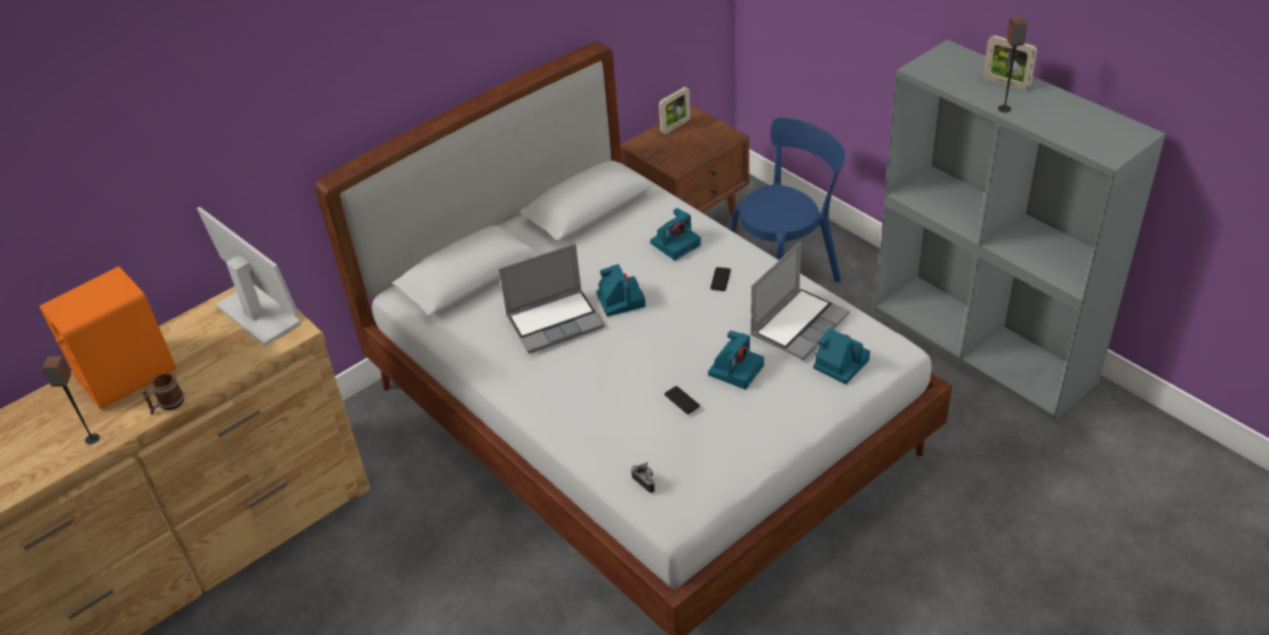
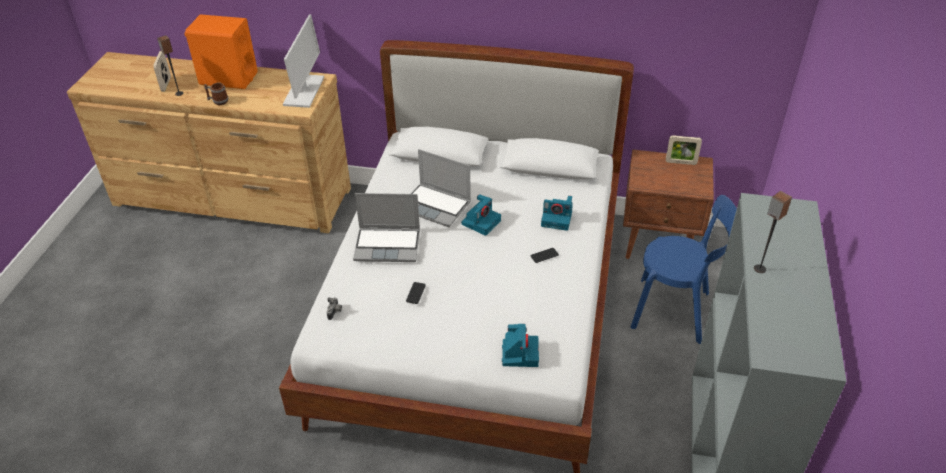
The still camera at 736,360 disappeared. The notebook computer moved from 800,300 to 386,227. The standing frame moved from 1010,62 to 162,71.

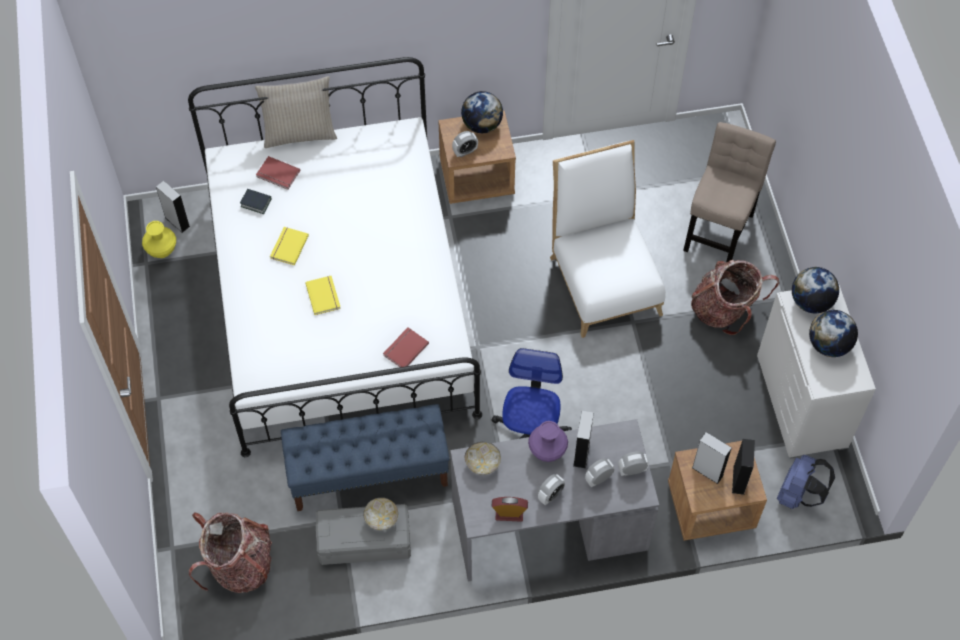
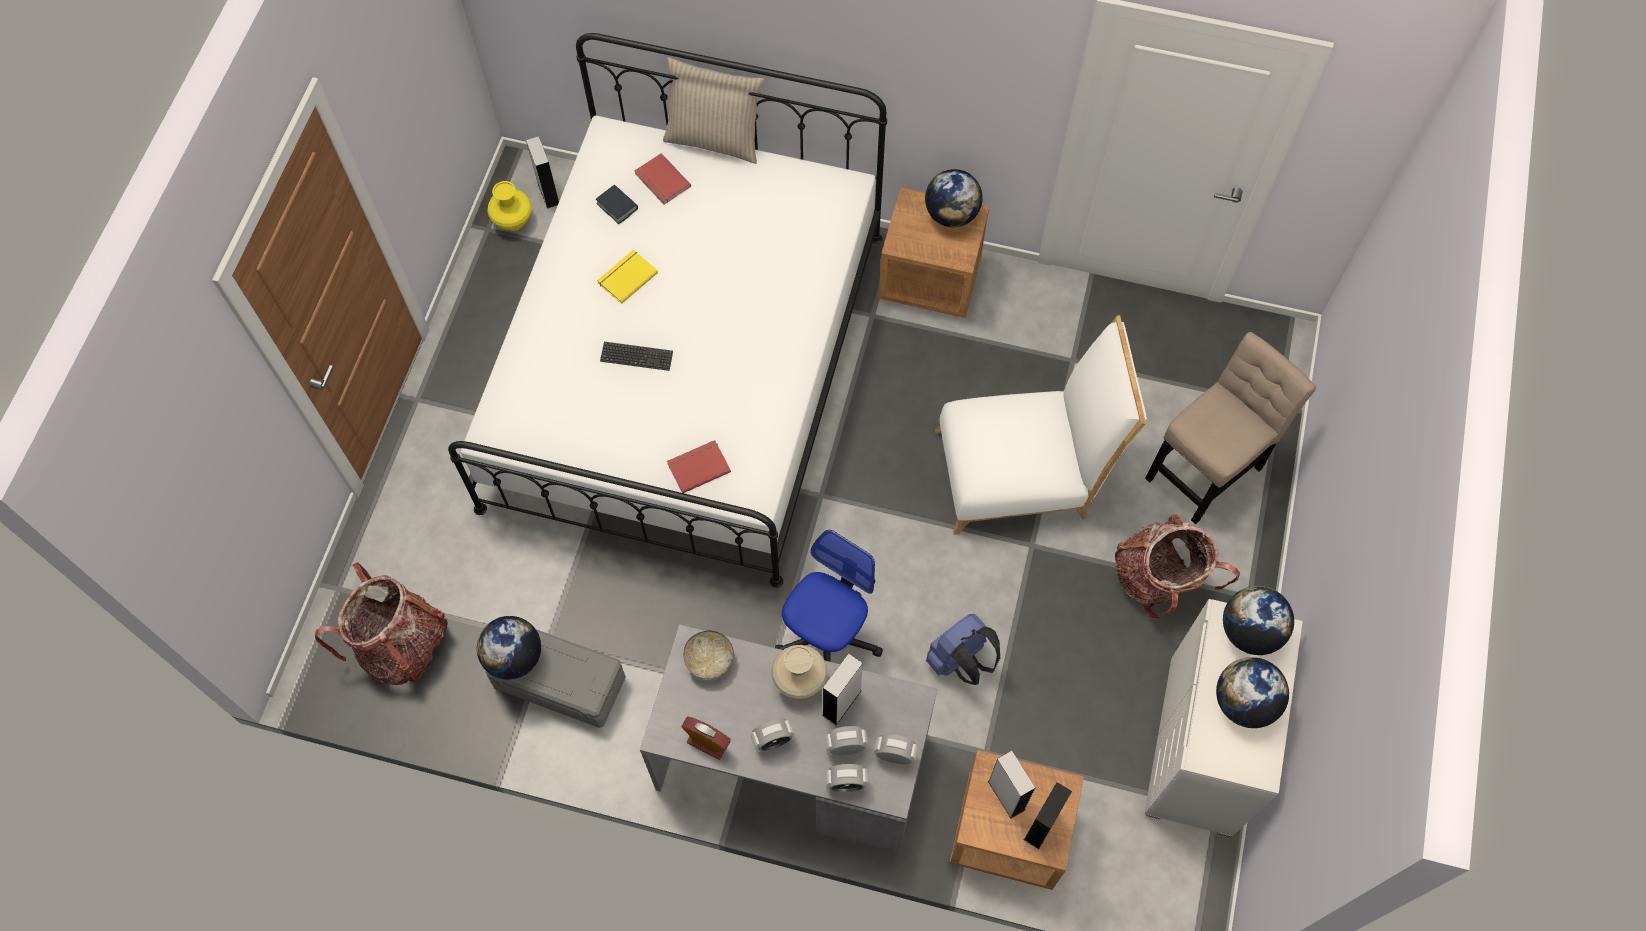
The blue long seat at 365,457 disappeared. The bowl at 380,514 disappeared. The desk globe at 509,648 appeared. The table clock moved from 465,144 to 846,778. The blue knapsack moved from 806,482 to 963,649. The yellow-coloured volume at 323,295 was replaced by the keyboard at 636,356. The purple flower vase at 548,441 became the beige flower vase at 799,672. The white-coloured upright chair at 608,239 turned 75 degrees clockwise.

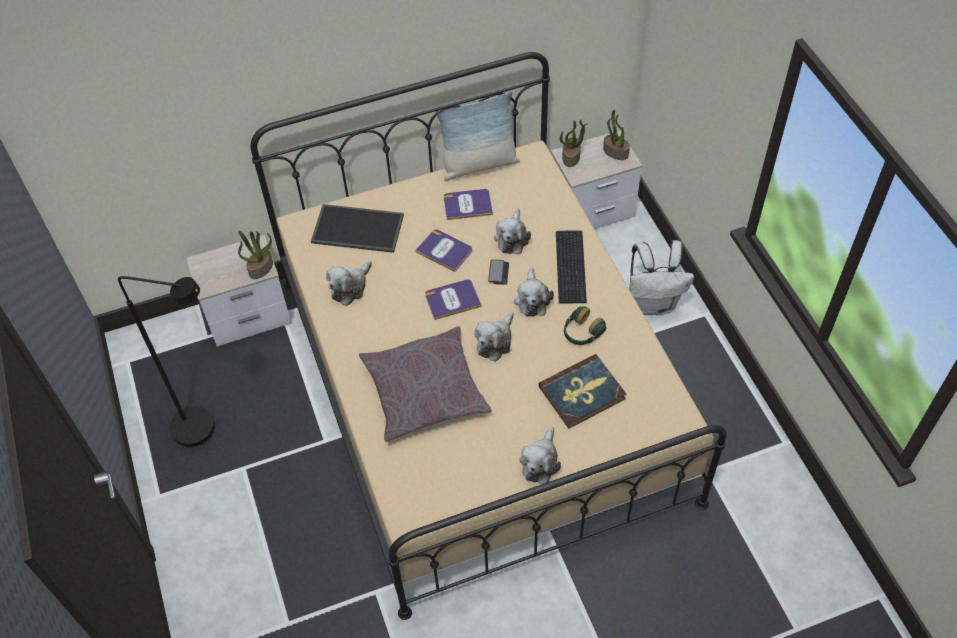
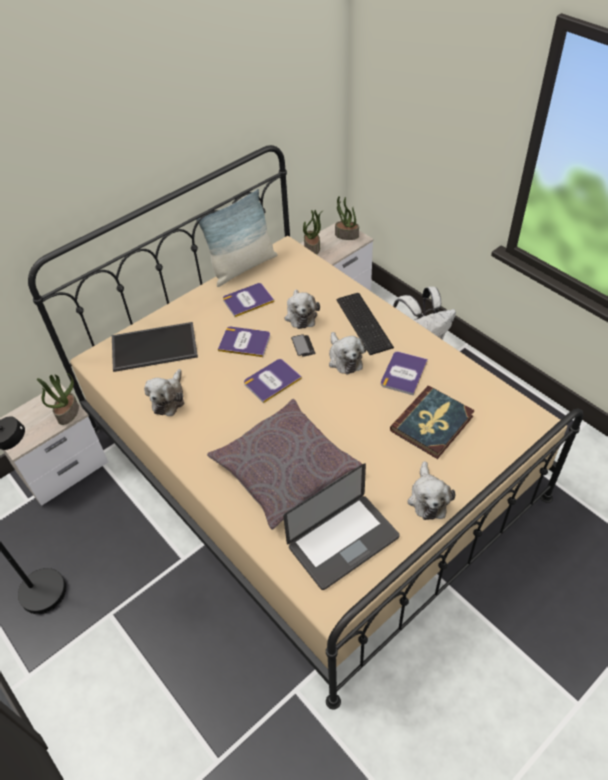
The soft toy at 494,337 disappeared. The notebook computer at 341,526 appeared. The pair of headphones at 585,325 was replaced by the volume at 404,373.

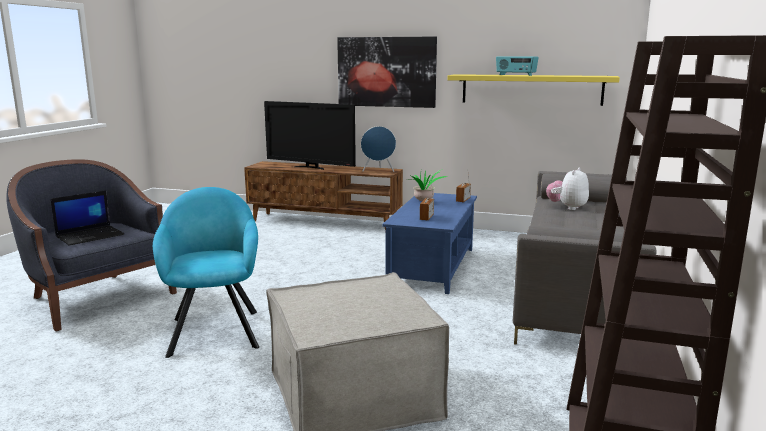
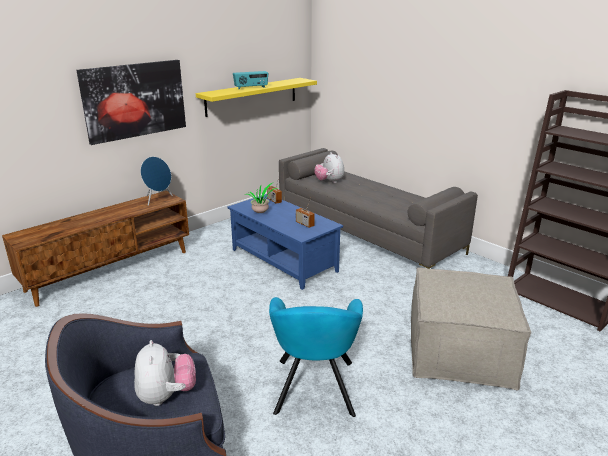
The TV at 310,135 disappeared. The notebook computer at 88,218 was replaced by the soft toy at 165,373. The turquoise lounge chair at 206,272 turned 105 degrees counterclockwise.

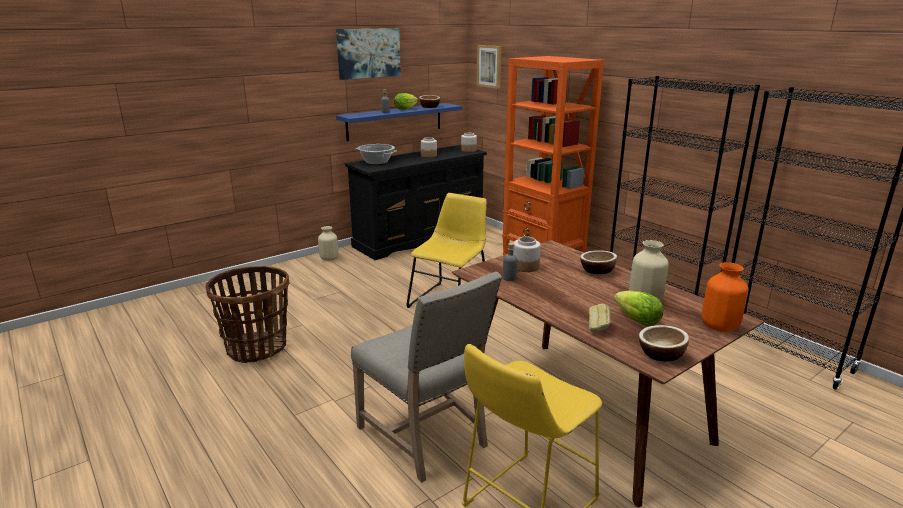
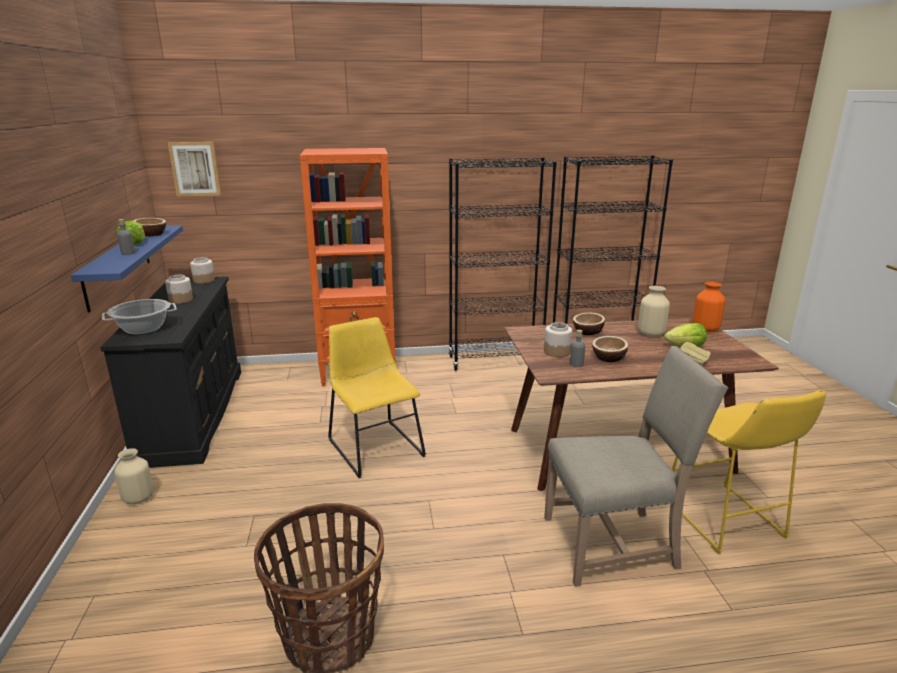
The wall picture at 368,54 disappeared. The bowl moved from 664,343 to 610,349.

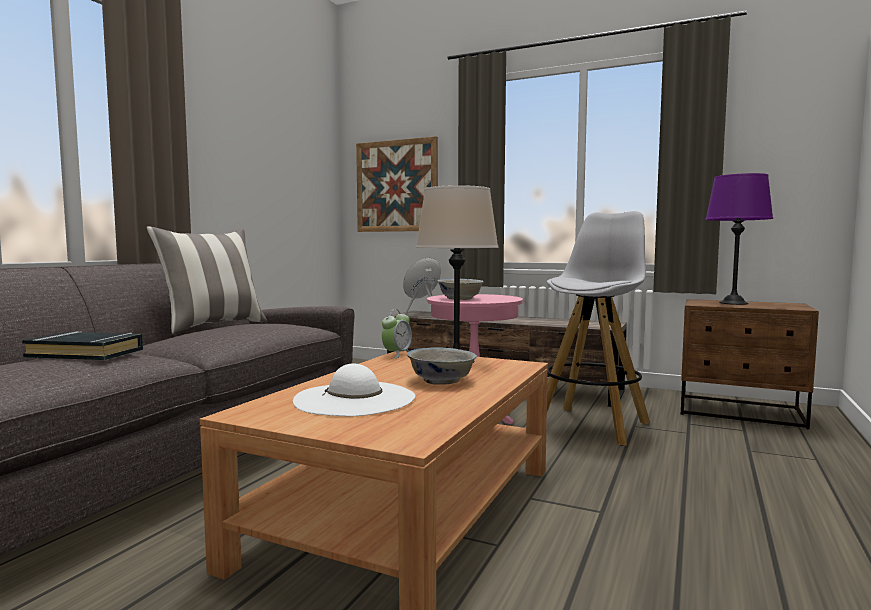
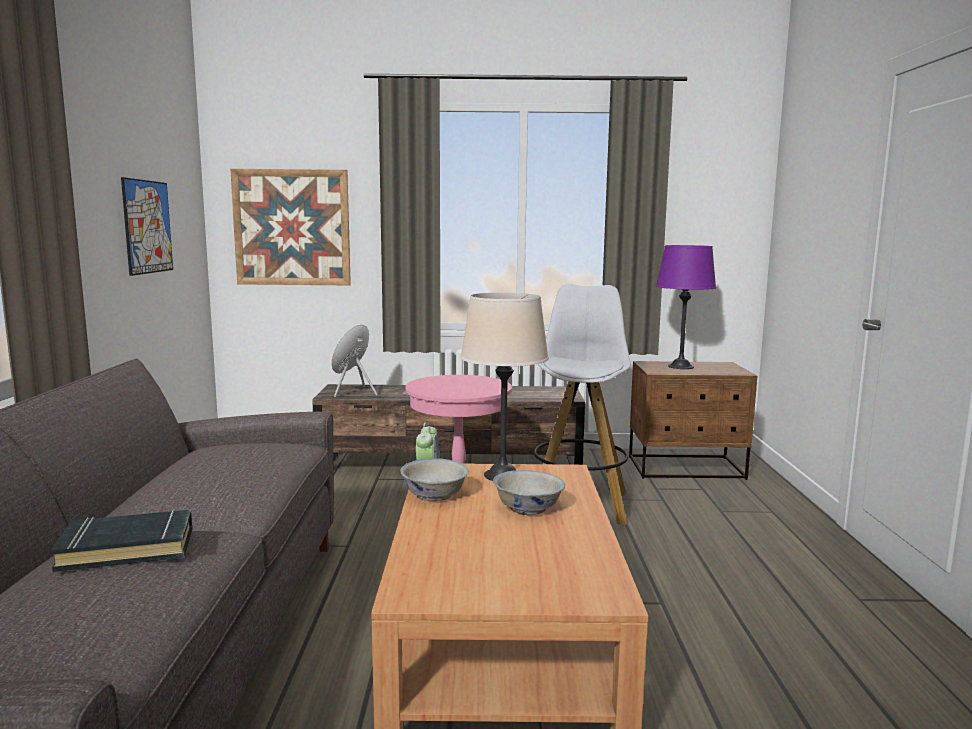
The cushion at 207,279 disappeared. The white-coloured clothing hat at 354,389 disappeared. The wall picture at 147,226 appeared. The white-coloured bowl moved from 460,289 to 434,479.

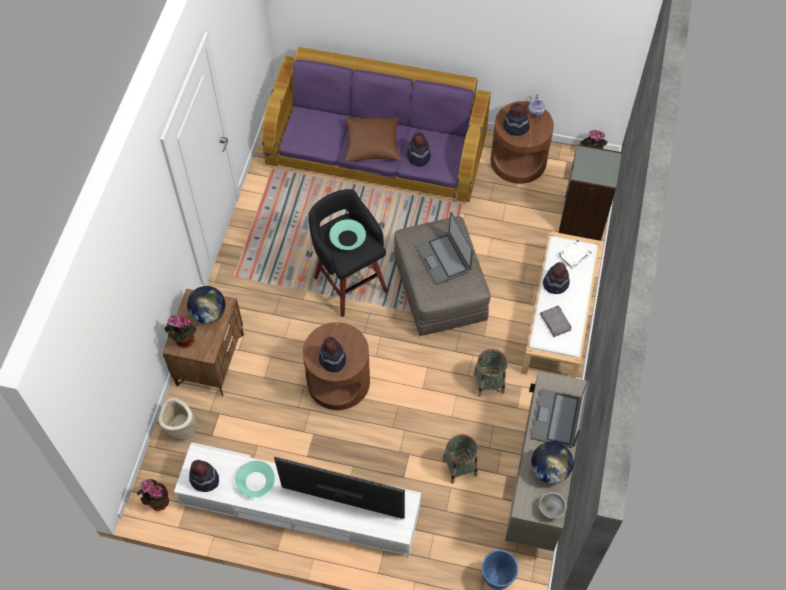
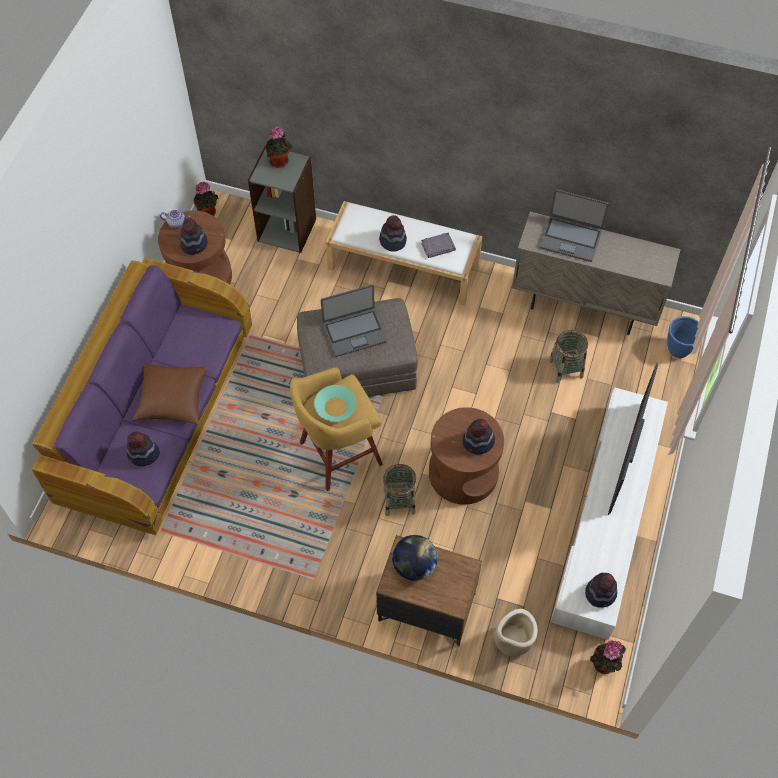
The turquoise bowl at 255,479 disappeared. The desk globe at 552,462 disappeared. The greyish bowl at 552,505 disappeared. The white-coloured volume at 575,254 disappeared. The houseplant moved from 181,331 to 278,147. The clothing hat moved from 419,150 to 143,448. The storage basket moved from 490,373 to 400,490. The black-coloured sitting stool at 348,253 became the yellow-coloured sitting stool at 336,429.

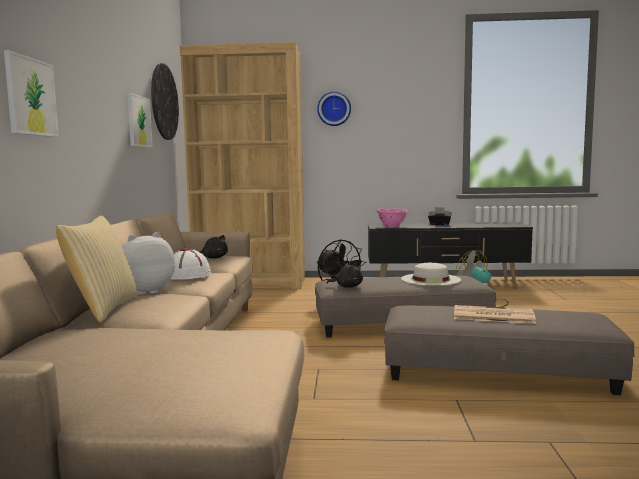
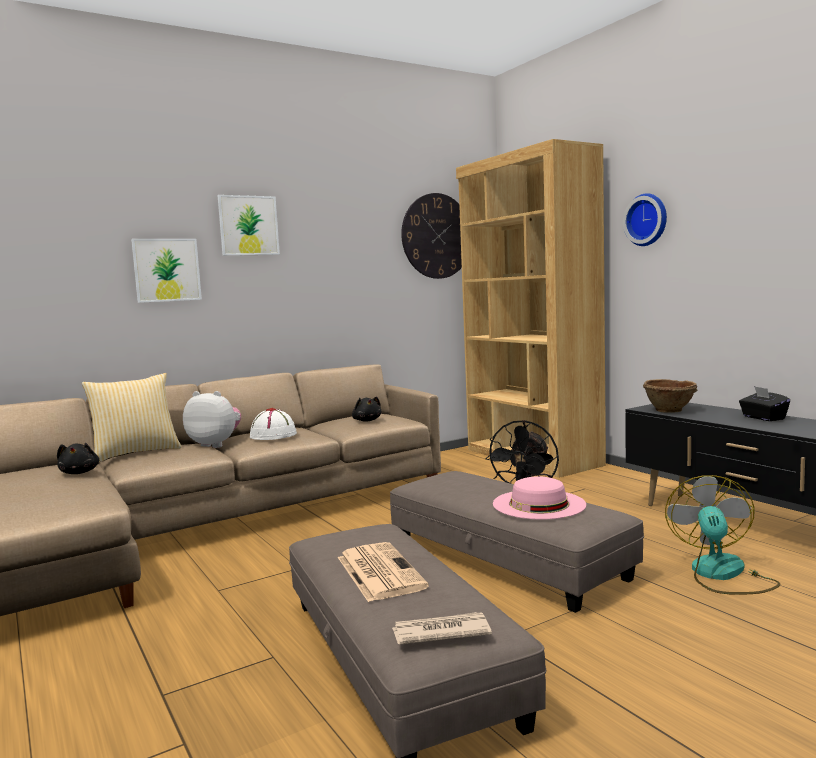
The newspaper at 442,628 appeared. The wall picture moved from 140,120 to 248,225. The black-coloured soft toy moved from 344,275 to 78,458. The pink-coloured bowl at 392,218 became the brown-coloured bowl at 670,396. The white-coloured clothing hat at 431,274 became the pink-coloured clothing hat at 539,497.

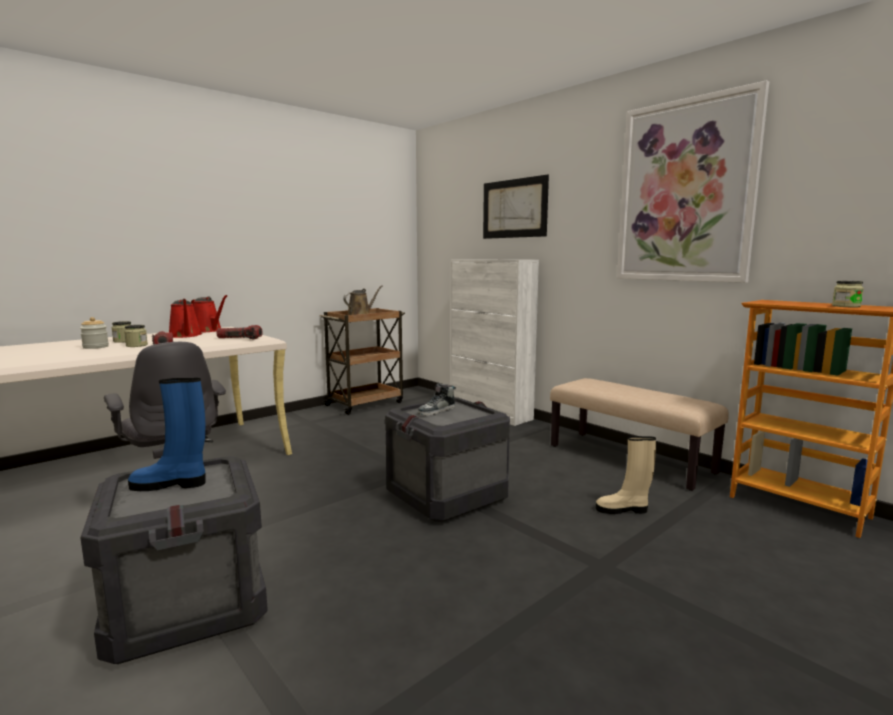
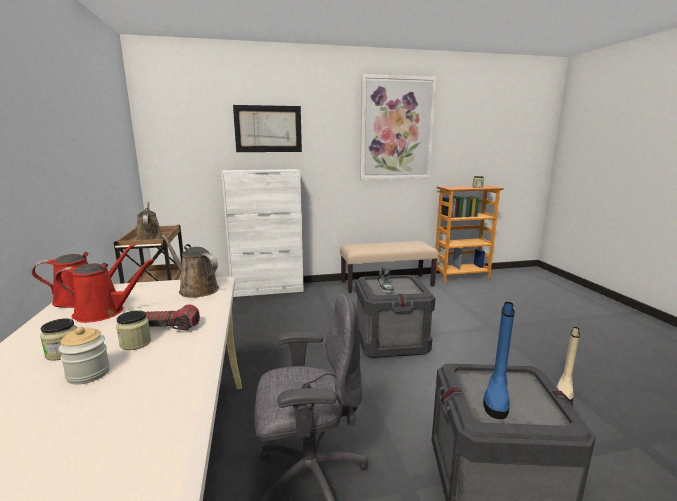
The beige high-top boot moved from 626,475 to 568,364. The hand torch at 239,332 was replaced by the brown-coloured sprinkling can at 190,266.

